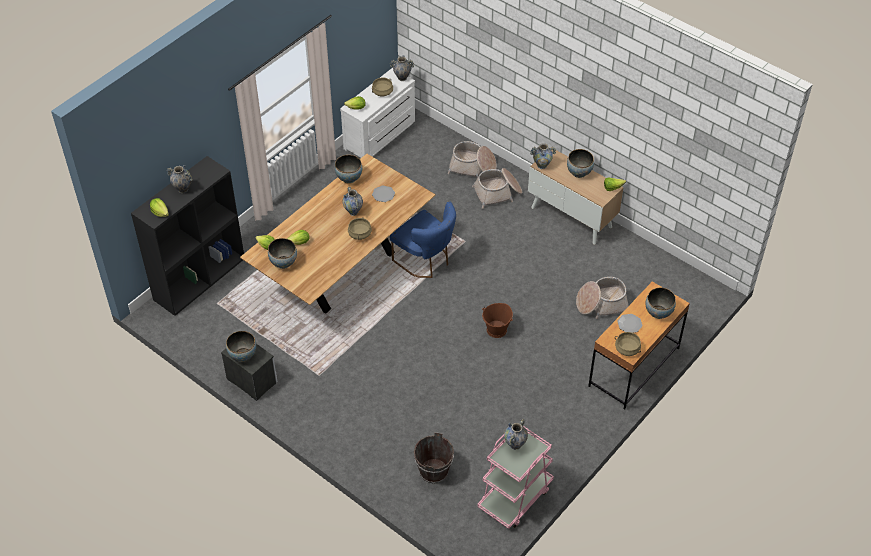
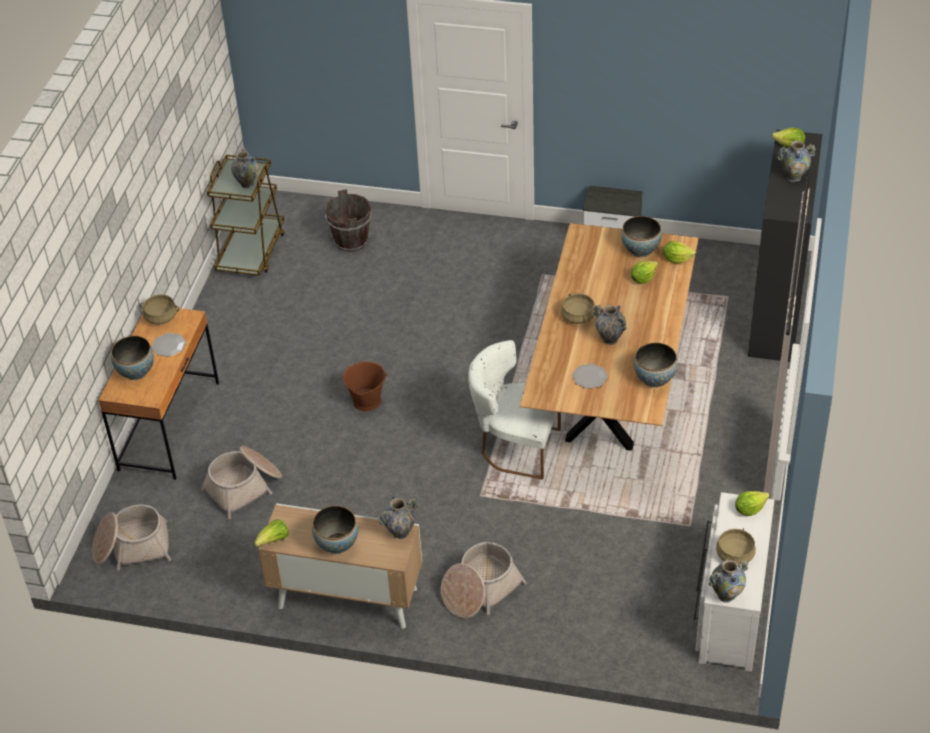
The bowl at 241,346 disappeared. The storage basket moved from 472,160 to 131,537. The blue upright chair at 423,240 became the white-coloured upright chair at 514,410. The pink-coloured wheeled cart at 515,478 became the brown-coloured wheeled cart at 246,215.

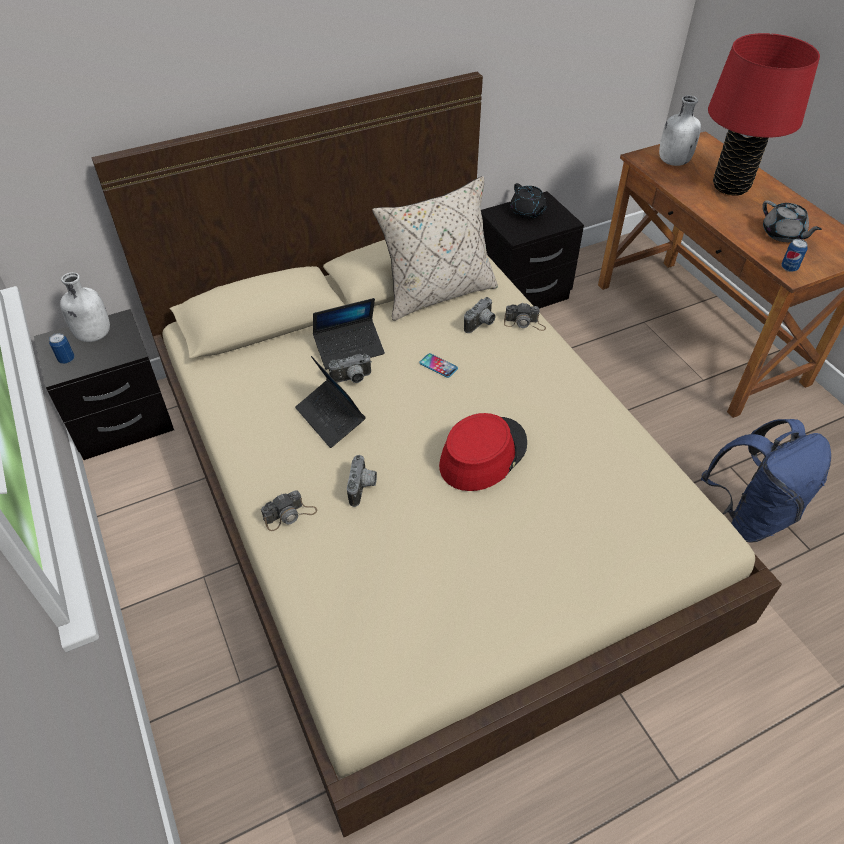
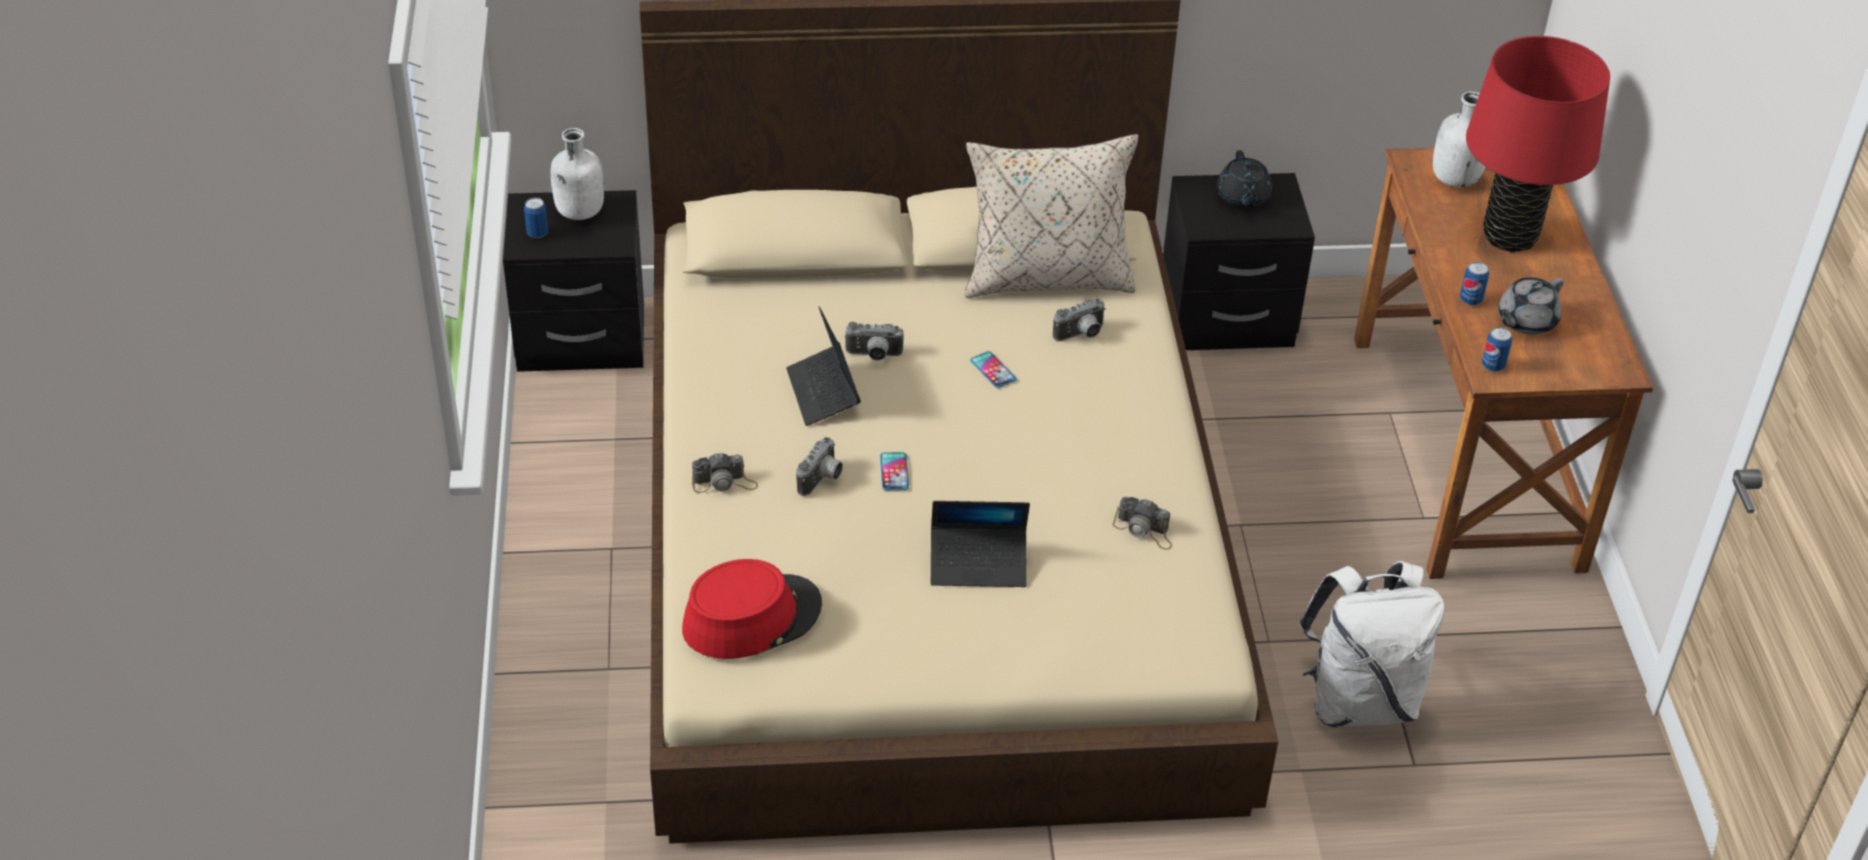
The phone at 894,471 appeared. The sealed can at 1474,284 appeared. The notebook computer moved from 349,334 to 980,544. The reddish clothing hat moved from 483,452 to 752,609. The still camera moved from 525,317 to 1142,523. The blue knapsack at 766,481 became the white-coloured knapsack at 1371,644. The greyish teapot at 792,221 turned 60 degrees clockwise.

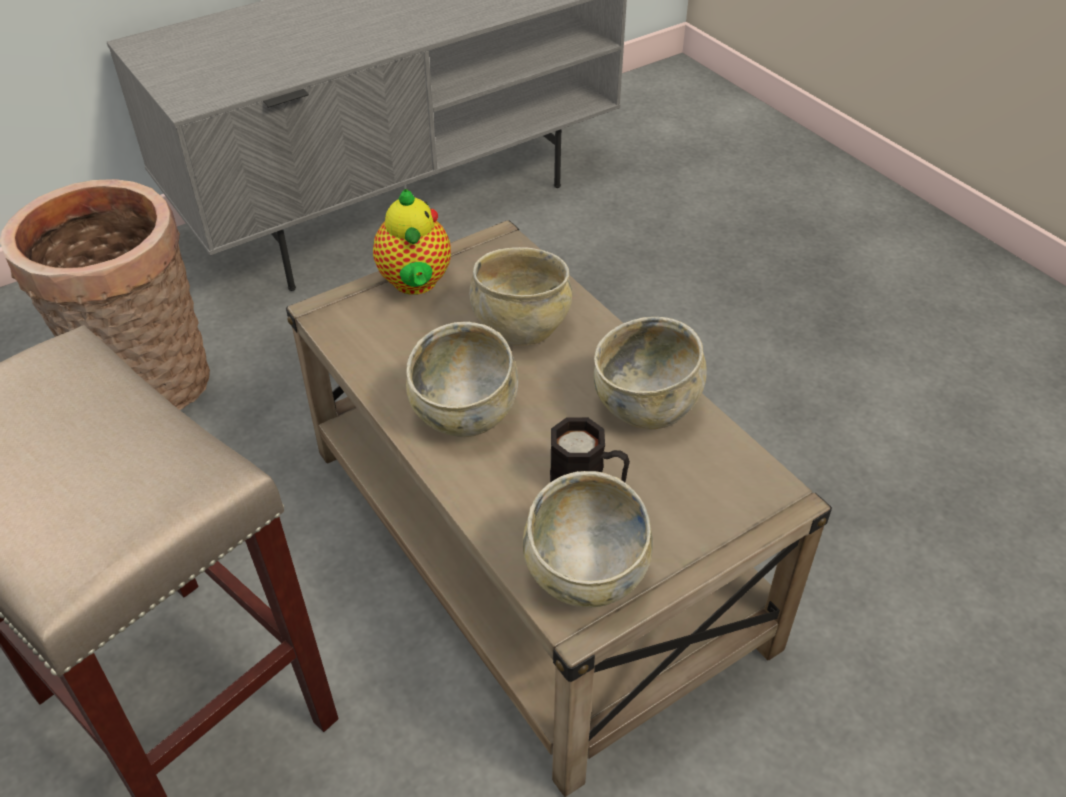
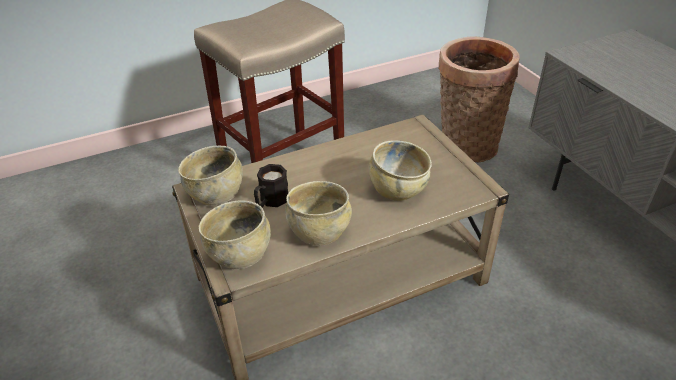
The teapot at 412,242 disappeared. The beige bowl moved from 462,379 to 235,234.

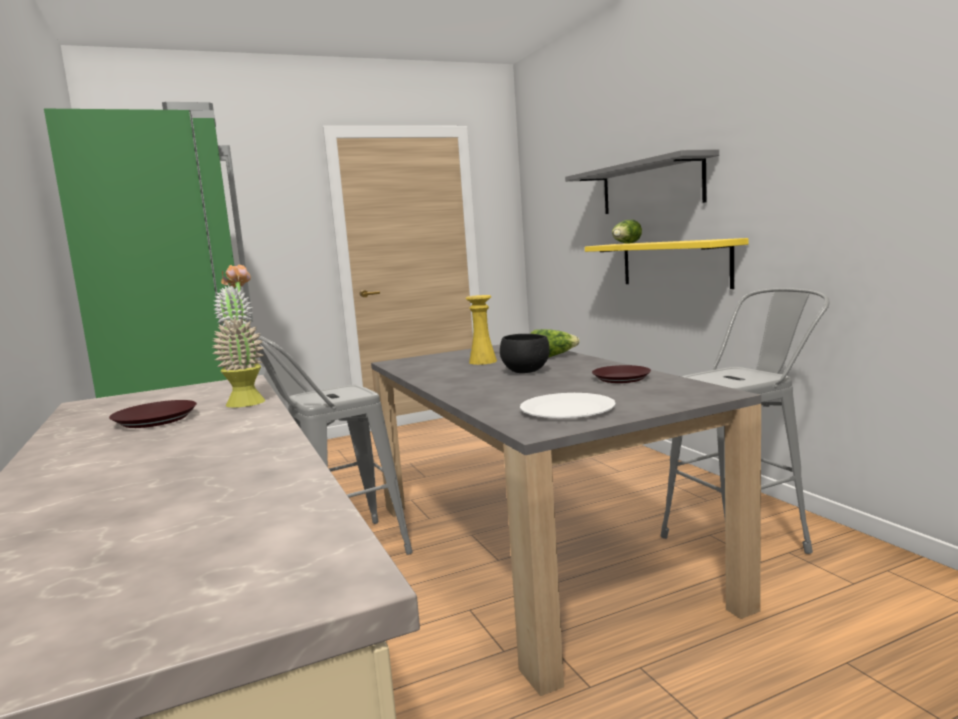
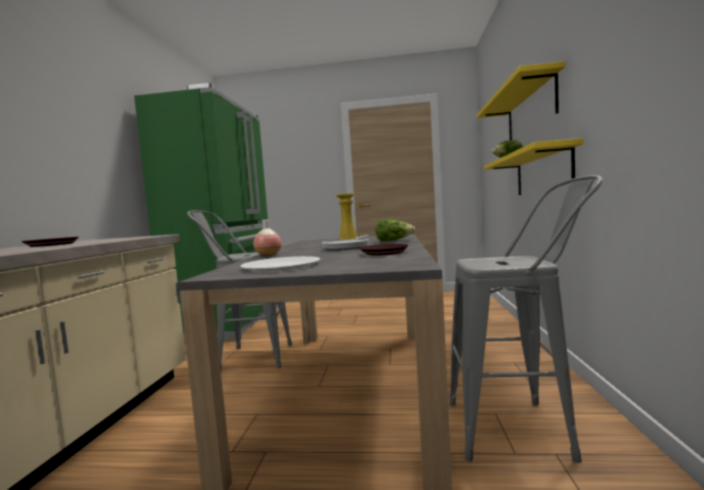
The houseplant at 238,336 disappeared. The flower vase at 267,238 appeared. The black-coloured bowl at 525,353 was replaced by the frying pan at 346,242. The greyish bracket shelf at 642,181 became the yellow-coloured bracket shelf at 521,100.

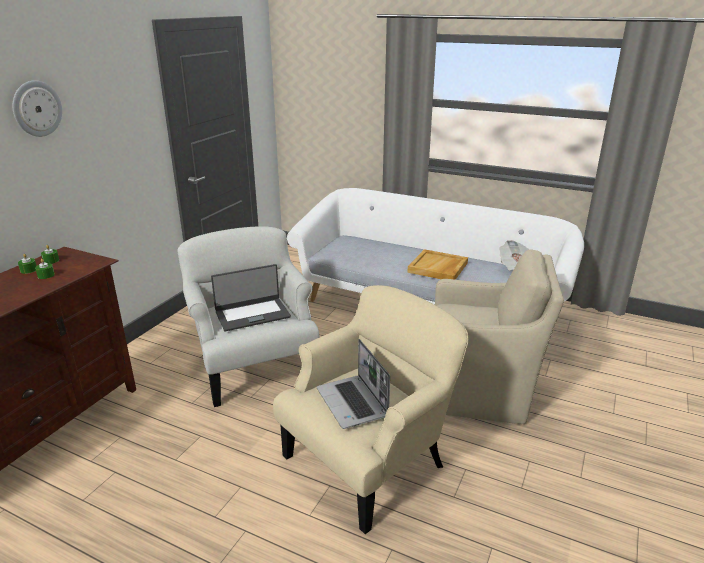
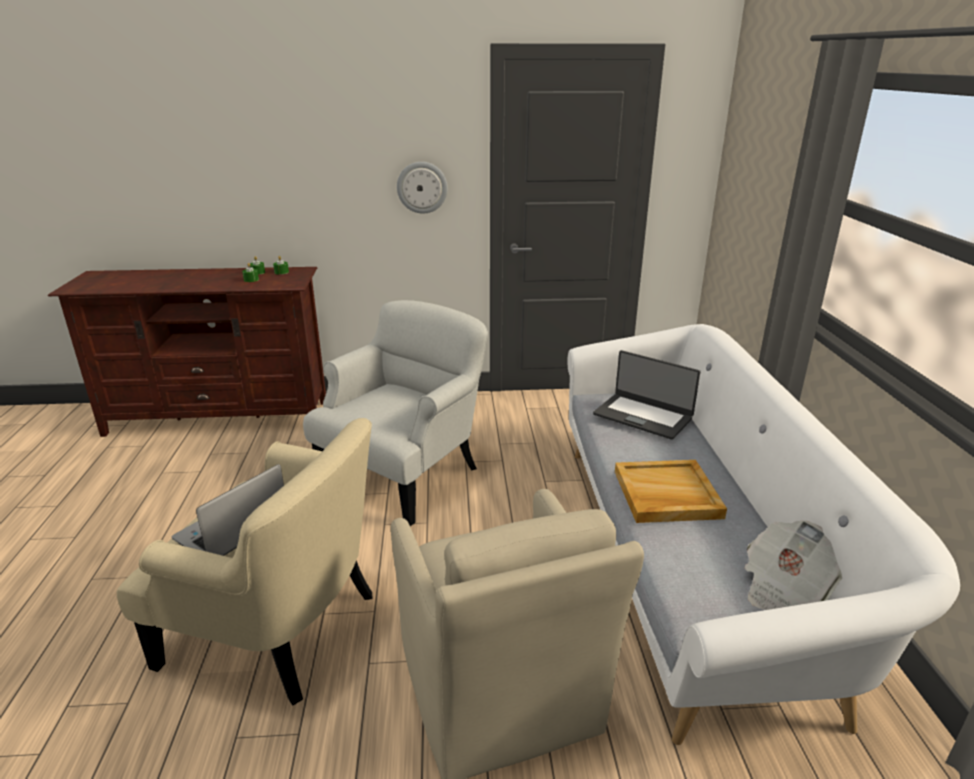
The hanging clock moved from 37,108 to 422,188. The notebook computer moved from 251,297 to 646,395.

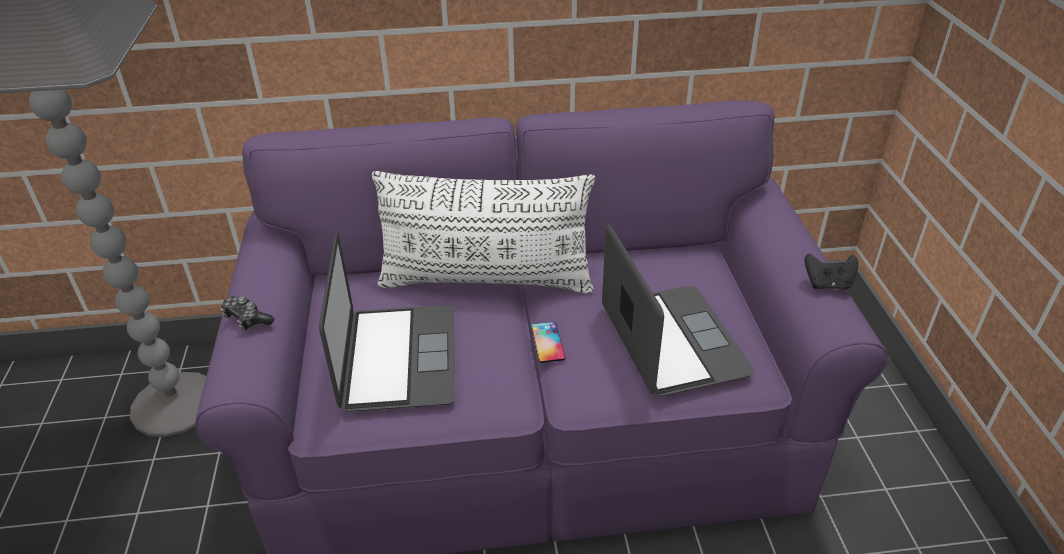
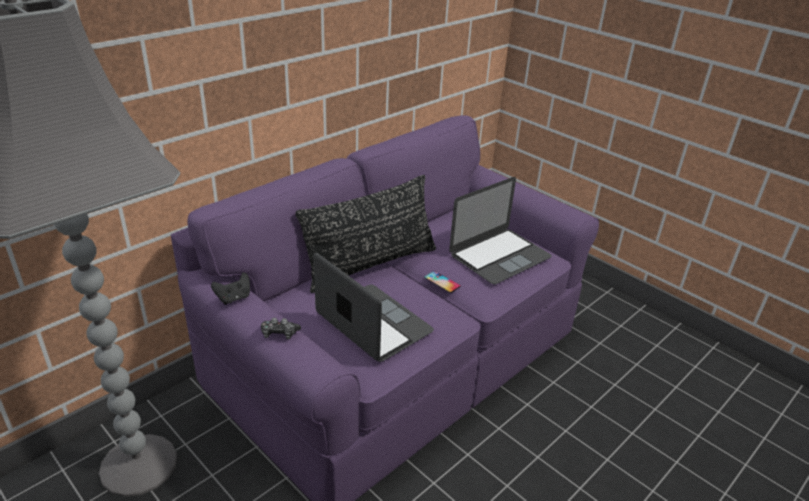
The black-coloured gamepad moved from 831,272 to 230,289. The white-coloured cushion at 483,232 became the black-coloured cushion at 365,234. The notebook computer at 678,310 turned 105 degrees clockwise.

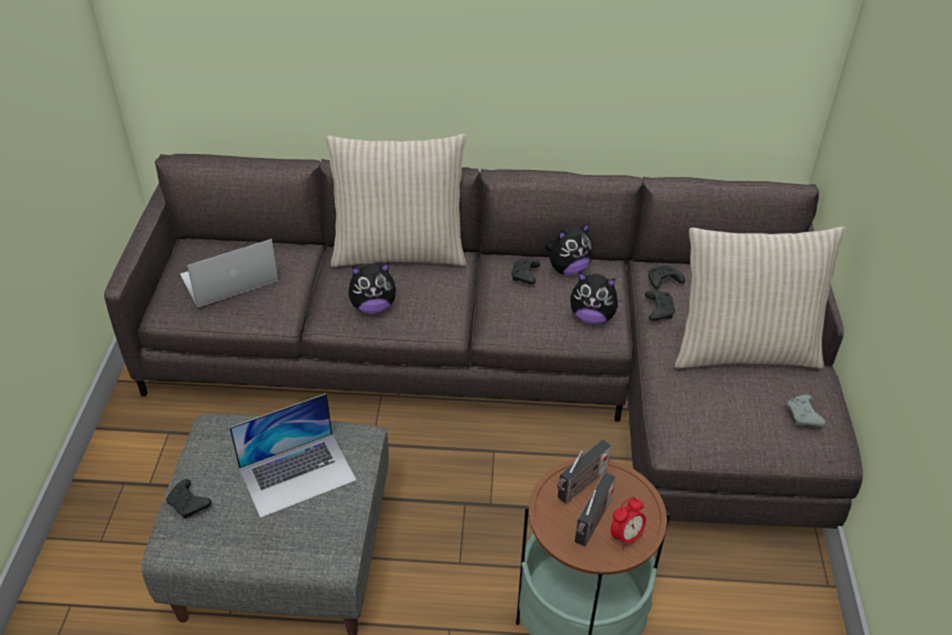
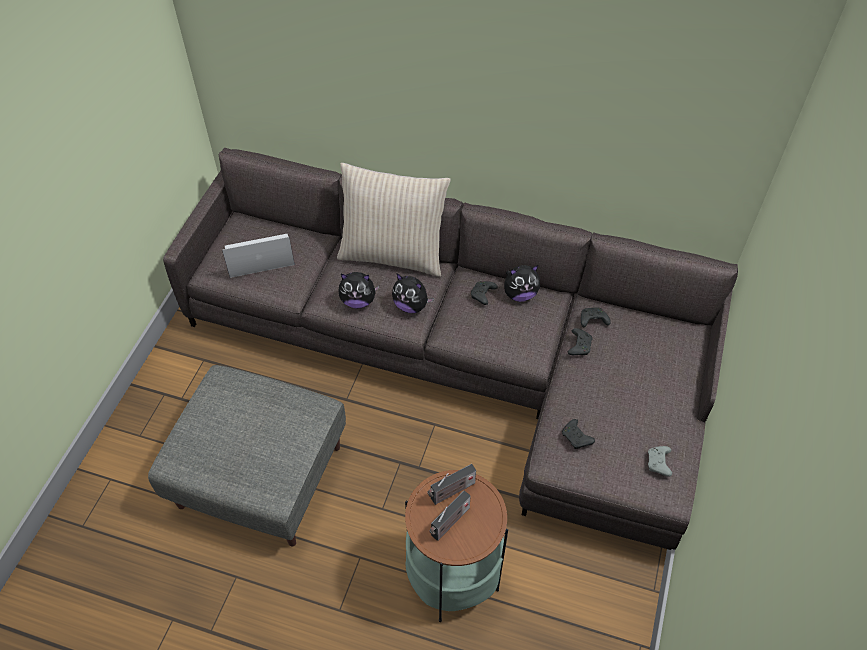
The notebook computer at 293,455 disappeared. The table clock at 628,523 disappeared. The beige cushion at 760,297 disappeared. The black-coloured gamepad moved from 189,499 to 578,434. The soft toy moved from 596,298 to 413,293.

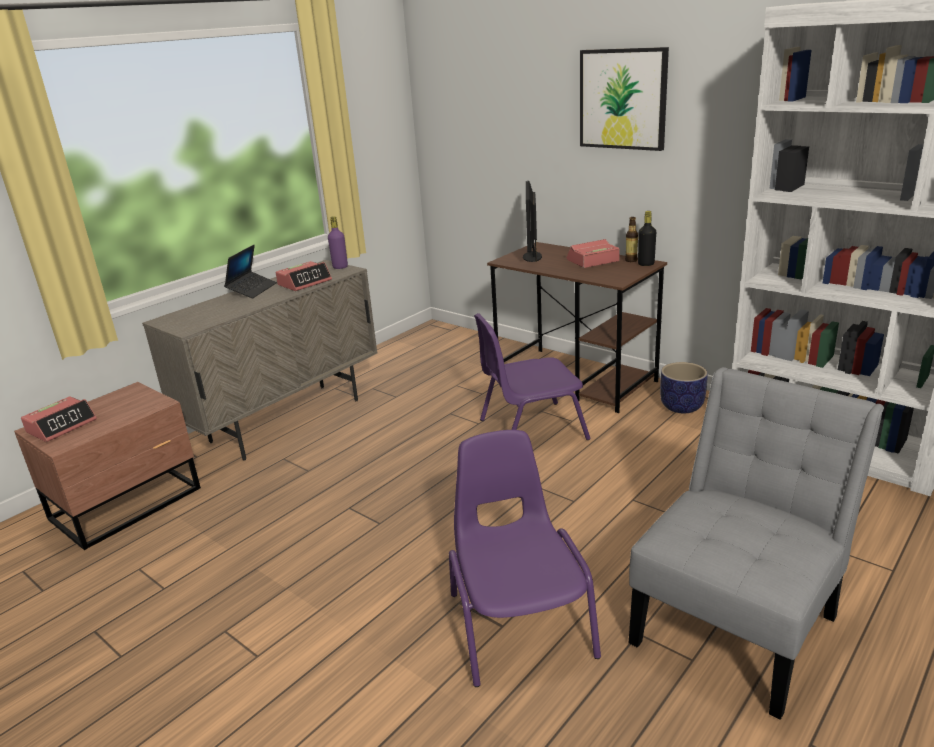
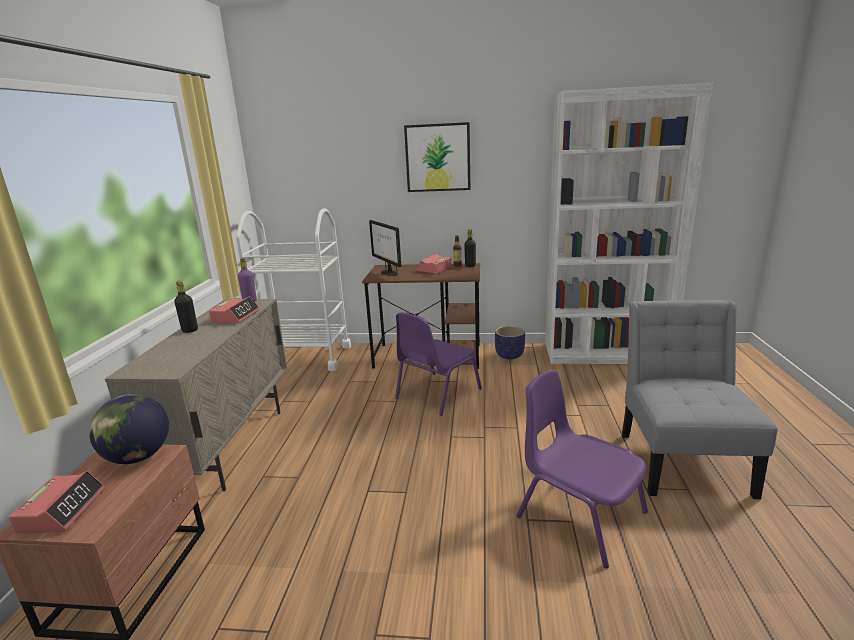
The desk globe at 129,429 appeared. The white-coloured wheeled cart at 293,290 appeared. The notebook computer at 250,271 was replaced by the black-coloured drink bottle at 186,307.

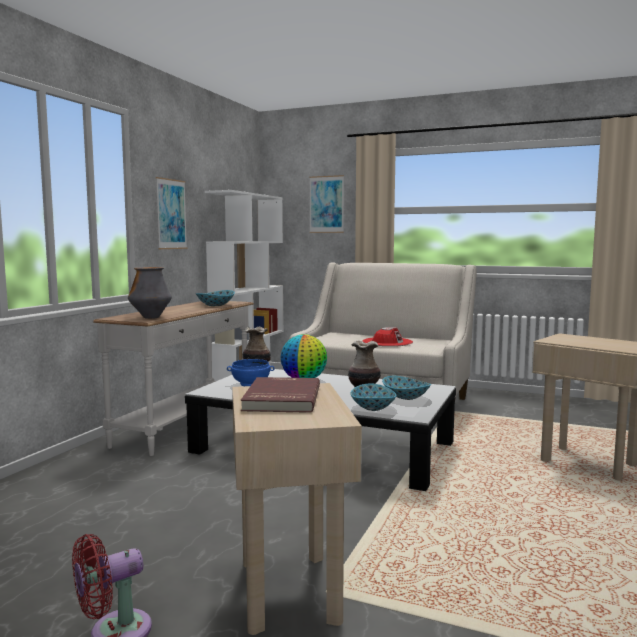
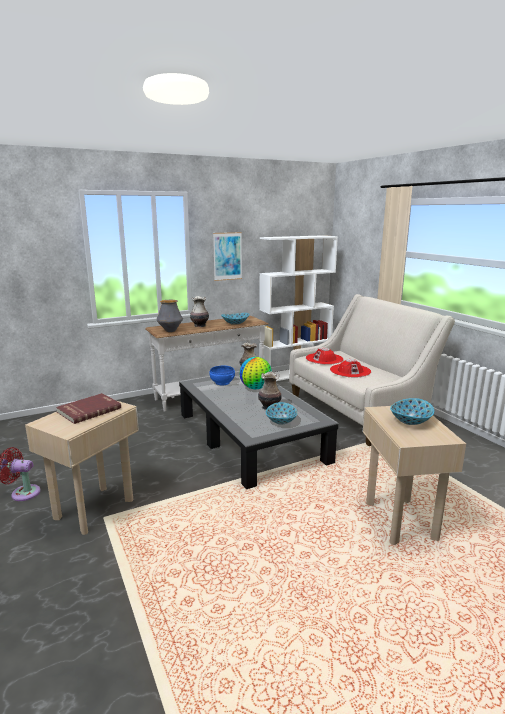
The wall picture at 326,204 disappeared. The flower vase at 199,311 appeared. The reddish clothing hat at 325,356 appeared. The bowl moved from 373,397 to 412,411.

